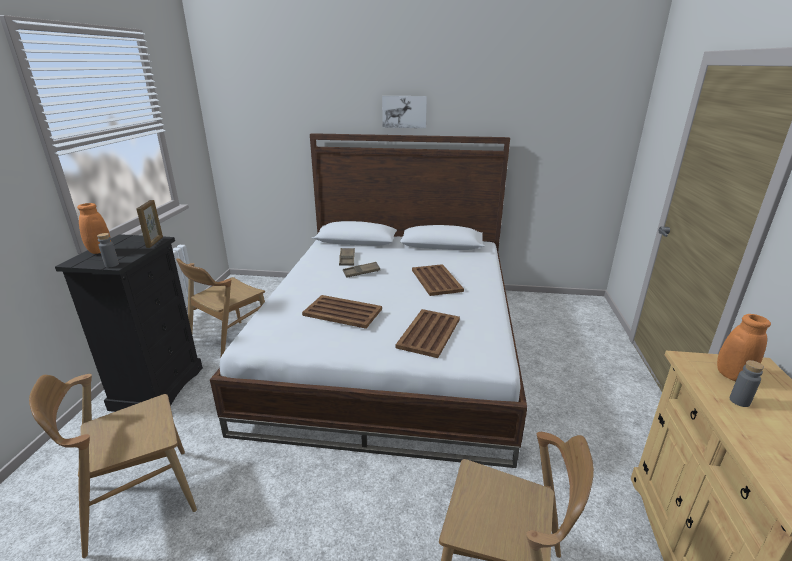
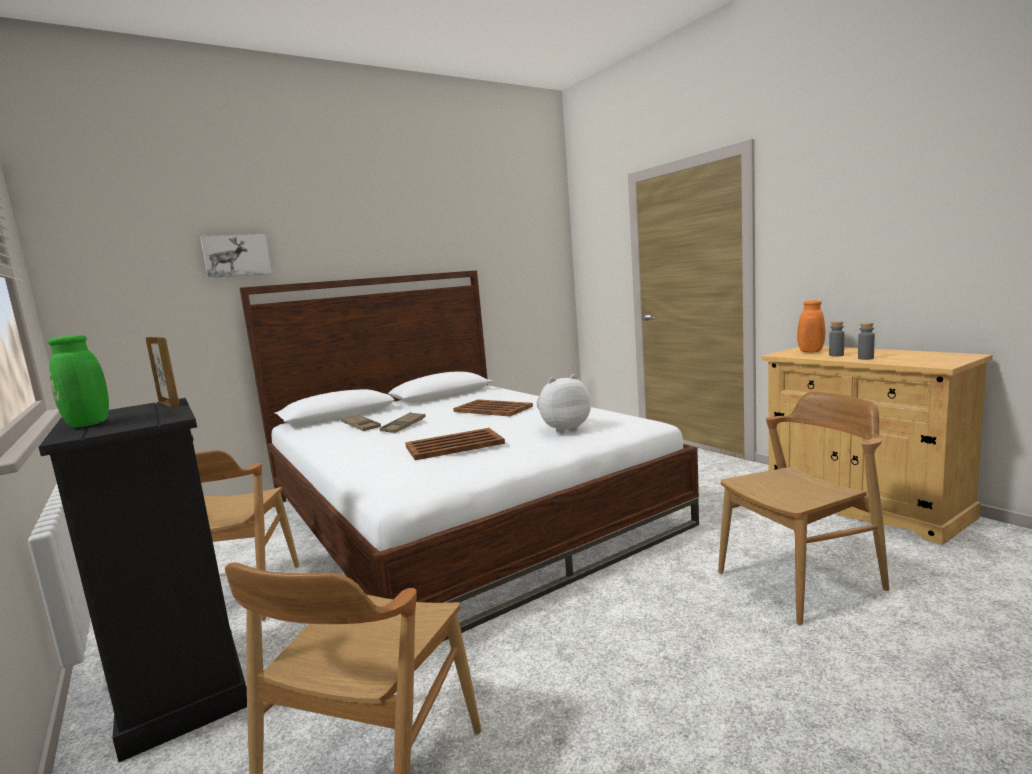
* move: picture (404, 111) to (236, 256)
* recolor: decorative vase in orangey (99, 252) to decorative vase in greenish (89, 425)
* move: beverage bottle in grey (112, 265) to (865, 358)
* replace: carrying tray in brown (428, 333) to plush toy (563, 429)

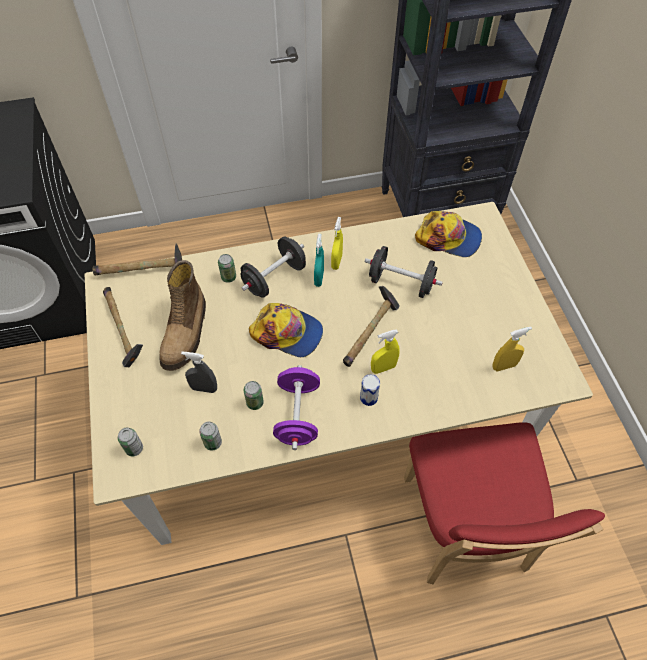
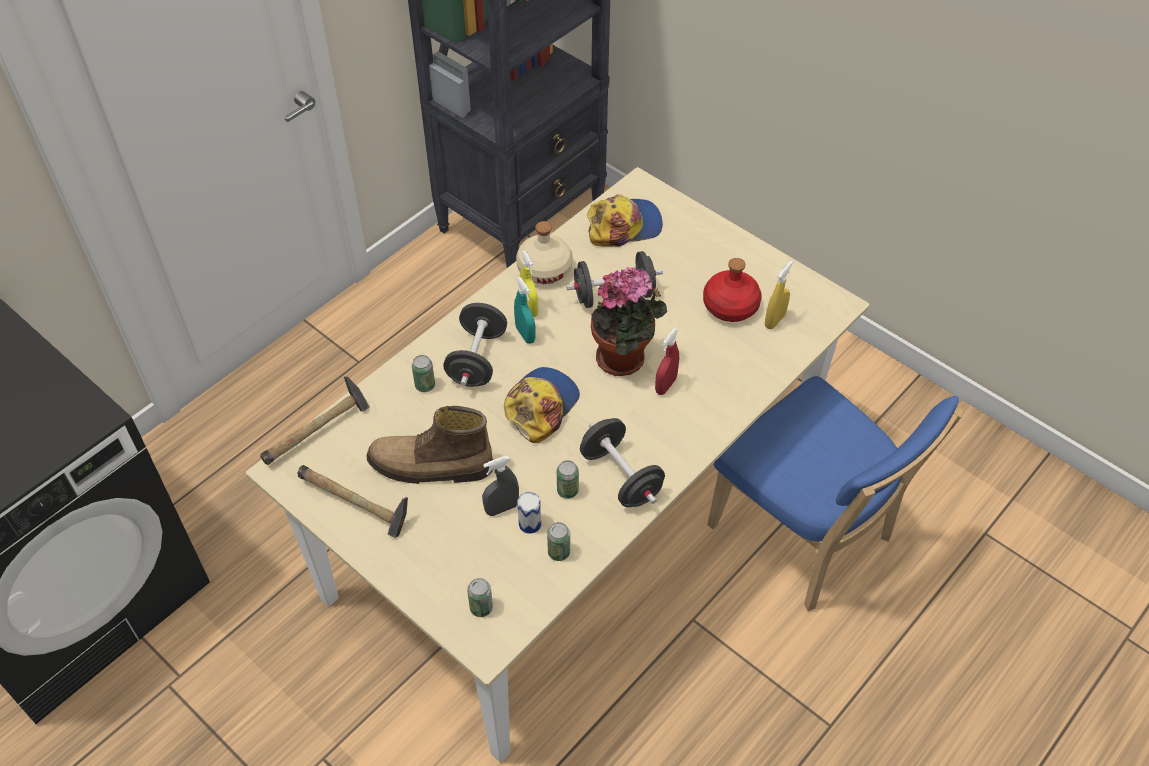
* rotate: tall boot (186, 333) = (430, 467) 120 degrees clockwise
* replace: hammer (370, 333) to houseplant (625, 359)
* rotate: cap (287, 333) = (541, 406) 45 degrees counterclockwise
* recolor: hand sprayer in yellow-coloured (383, 368) to hand sprayer in red (665, 385)
* recolor: free weight in purple-coloured (297, 415) to free weight in blackish (621, 477)
* move: metal can (369, 398) to (530, 524)
* recolor: chair in red (465, 530) to chair in bluish (806, 538)
* insert: beverage bottle in beige (544, 269)
* insert: beverage bottle in red (731, 305)

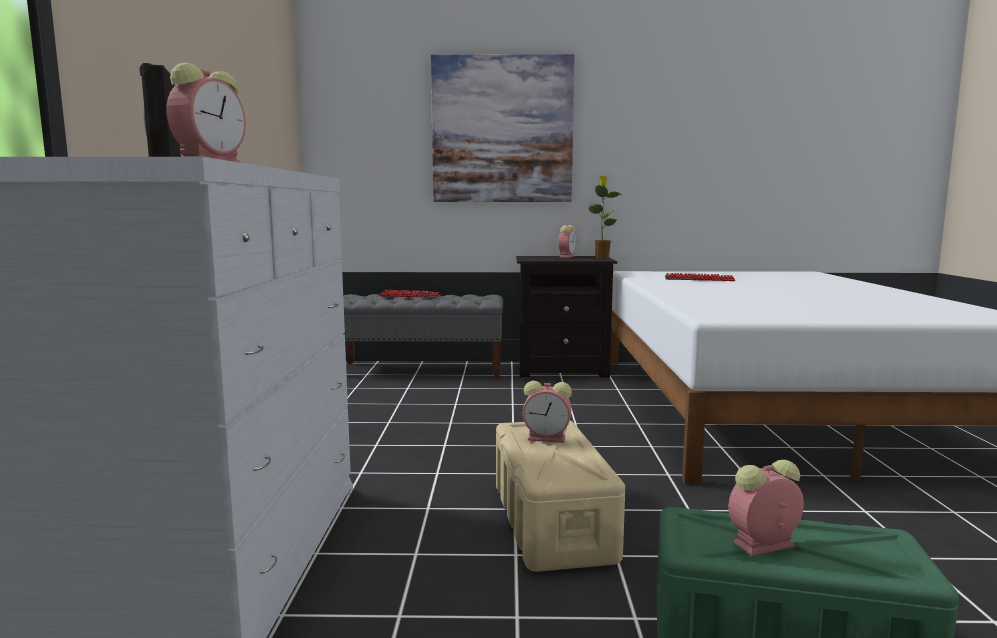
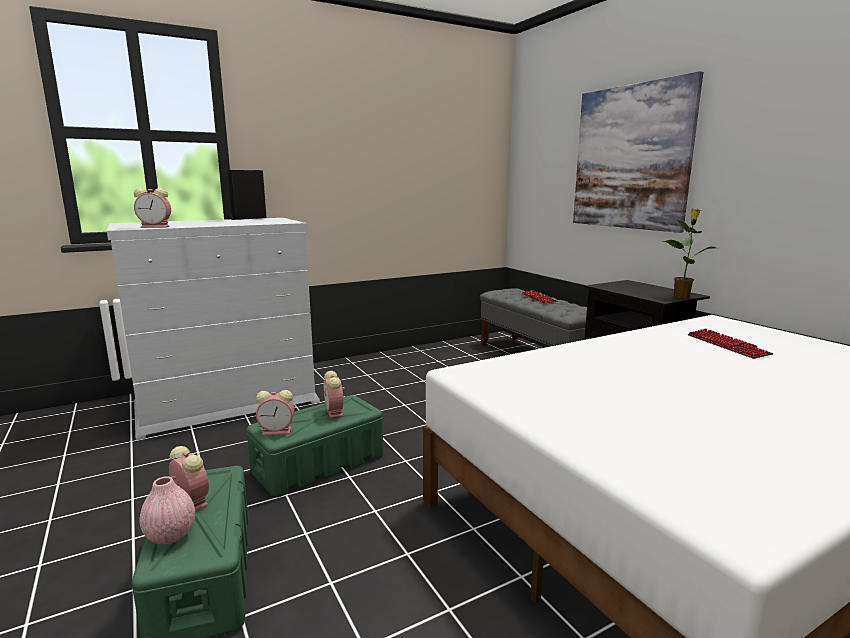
* move: alarm clock (567, 256) to (278, 431)
* recolor: storage bin in beige (552, 522) to storage bin in greenish (318, 464)
* insert: decorative vase in pink (170, 535)

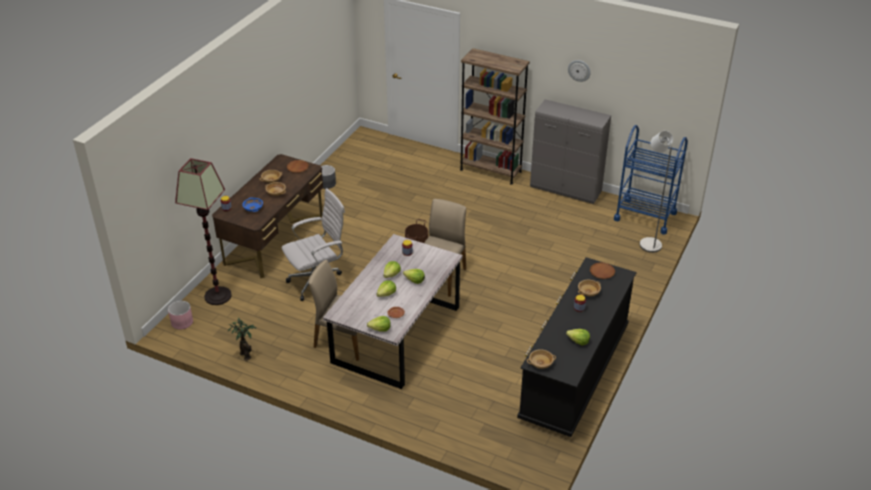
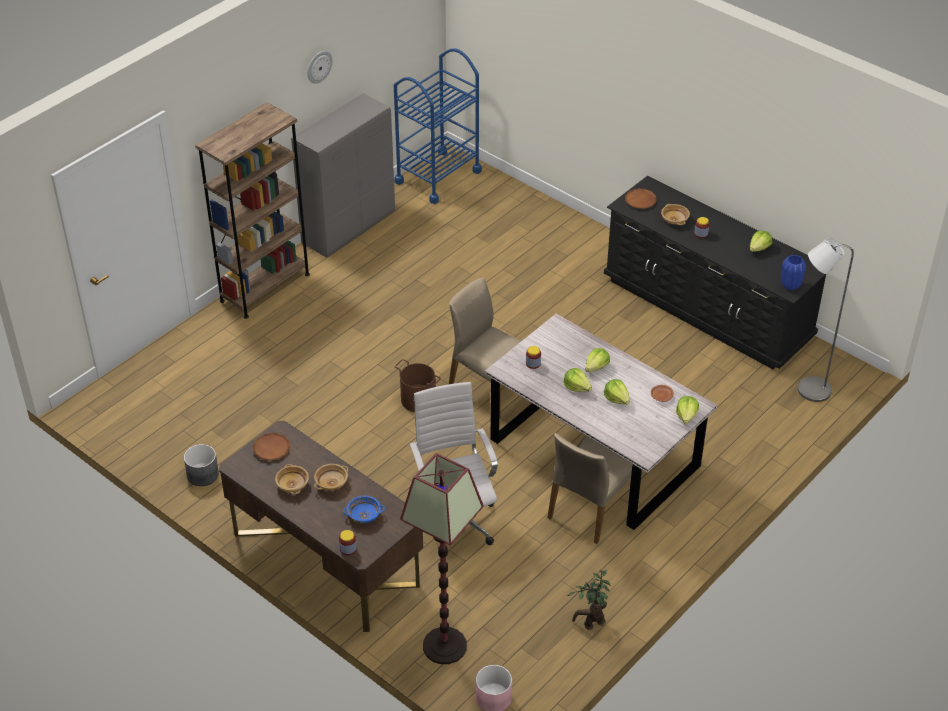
* move: floor lamp in grey (648, 242) to (807, 390)
* replace: serving bowl in beige (540, 363) to decorative vase in bluish (790, 285)

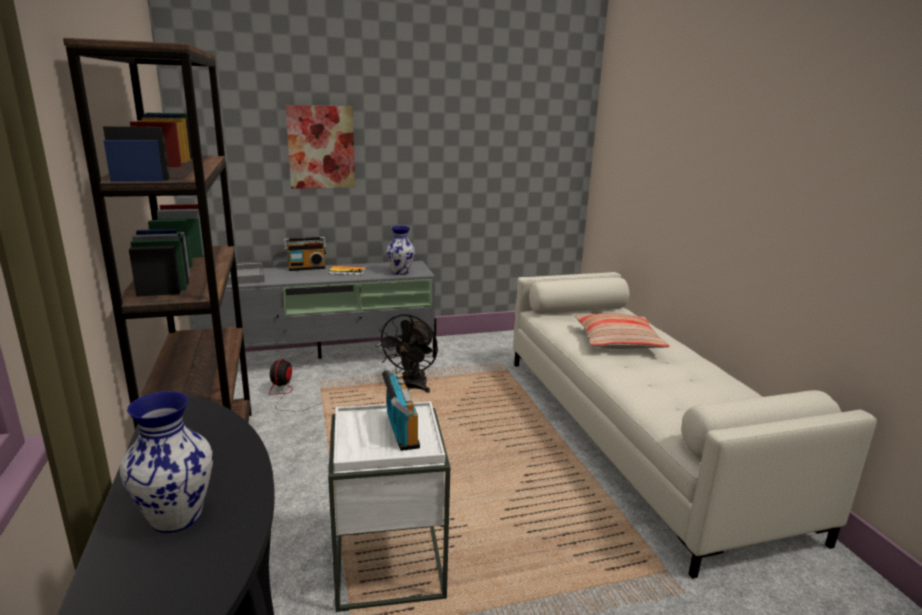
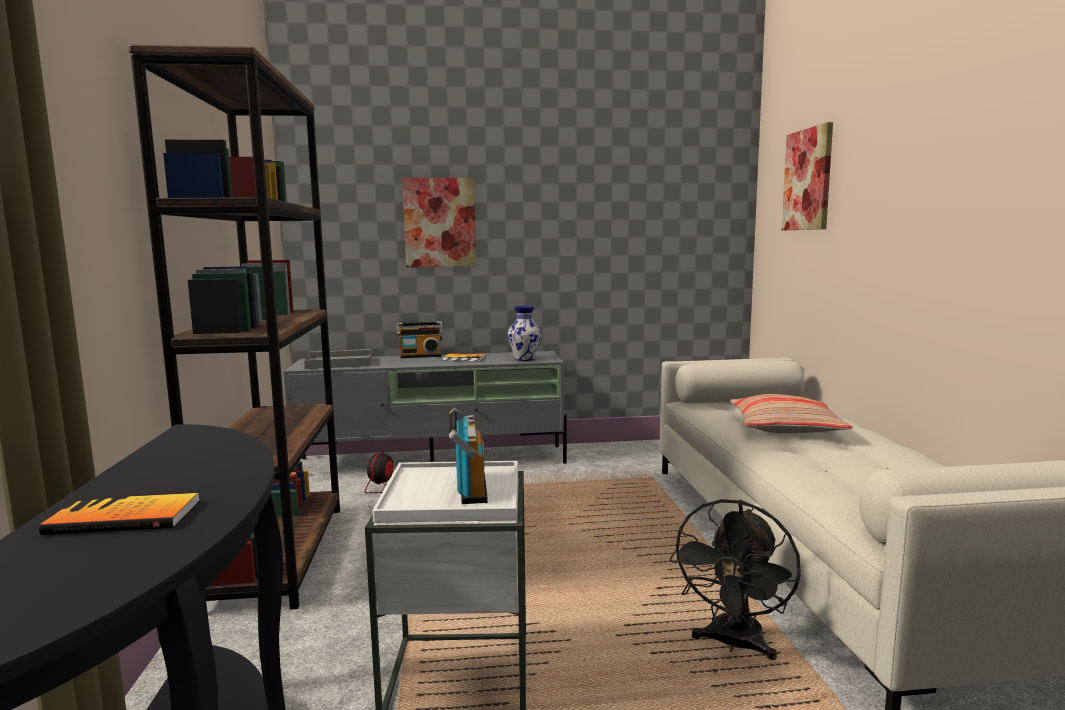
* move: fan in blackish (411, 387) to (734, 645)
* replace: decorative vase (175, 516) to bound book (125, 517)
* insert: picture (808, 180)

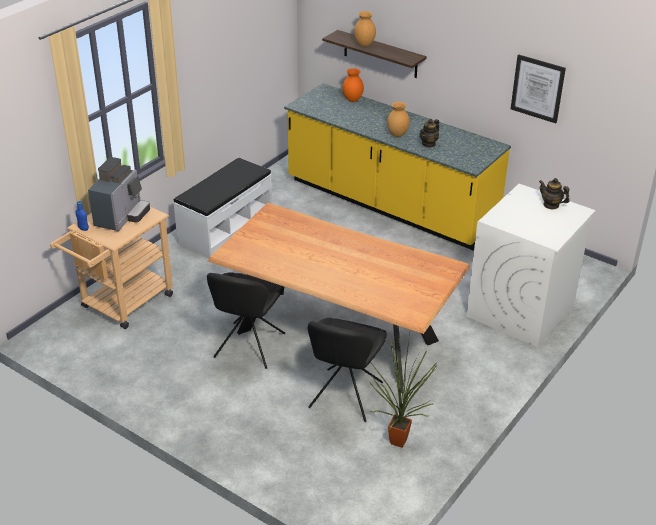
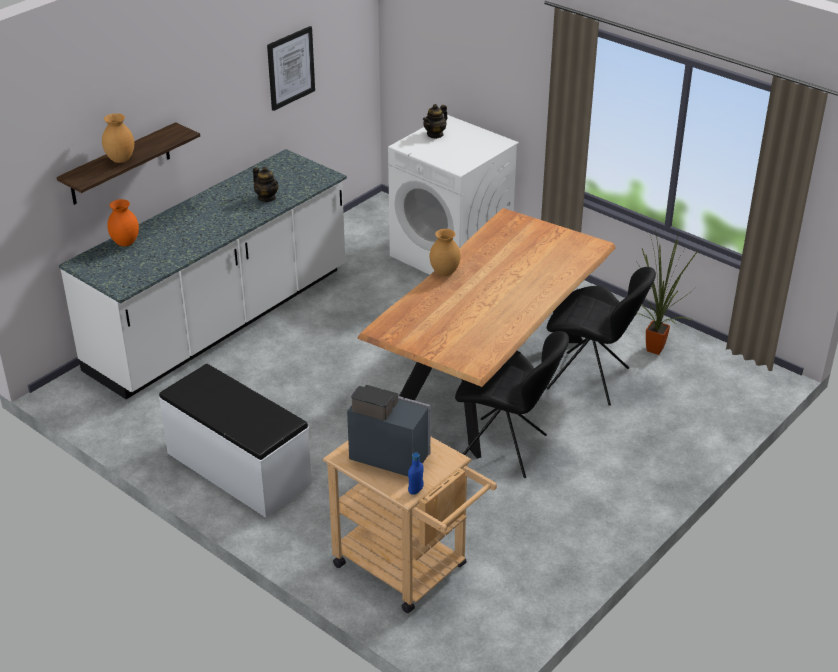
* recolor: kitchen counter in yellow-coloured (389, 205) to kitchen counter in white-coloured (221, 321)
* move: decorative vase in brown (397, 135) to (444, 273)

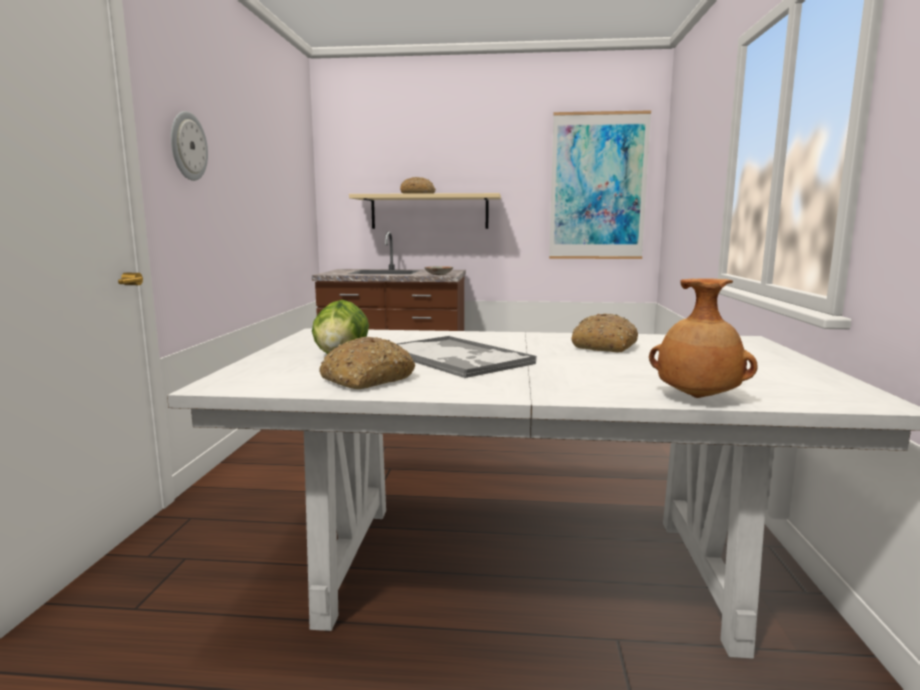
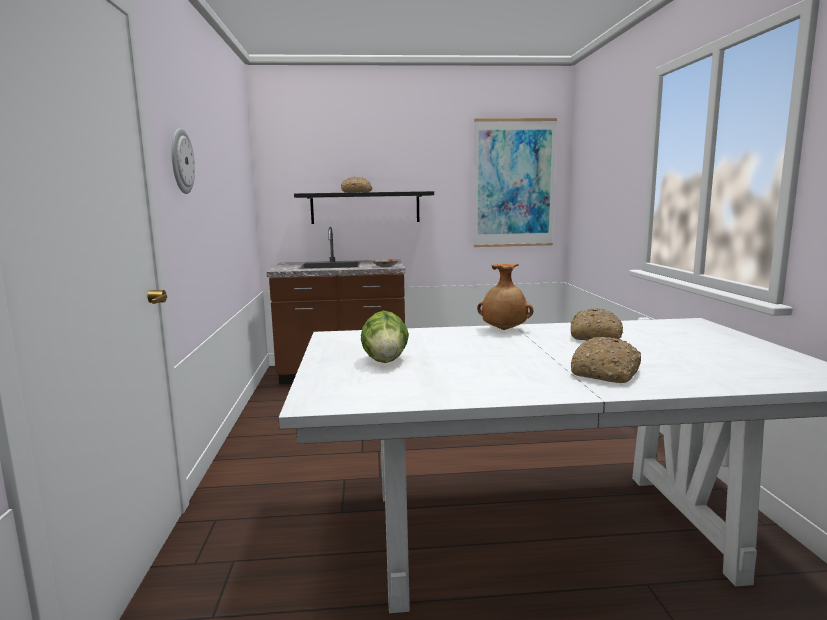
* recolor: wall shelf in beige (429, 212) to wall shelf in blackish (365, 208)
* move: decorative vase in brown (697, 398) to (504, 330)
* delete: carrying tray (457, 358)
* move: baked bread (367, 379) to (606, 373)

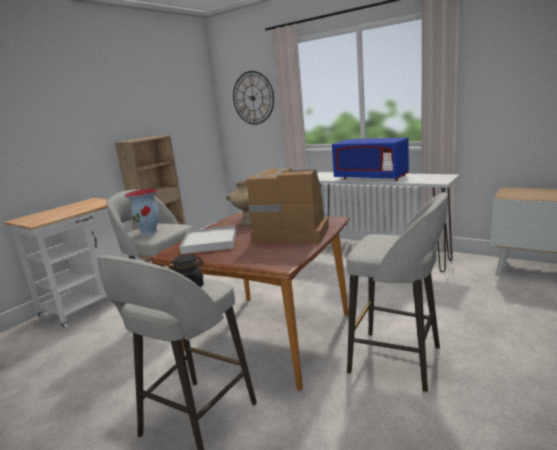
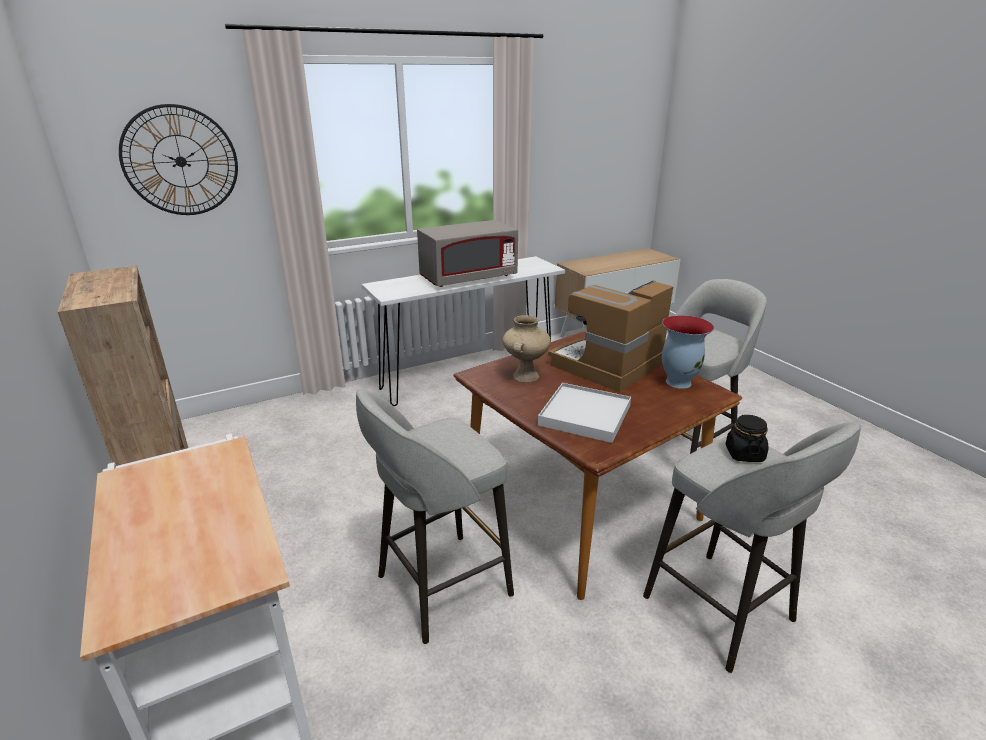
* recolor: kitchen microwave in bluish (371, 178) to kitchen microwave in grey (468, 278)
* move: decorative vase (149, 232) to (678, 382)

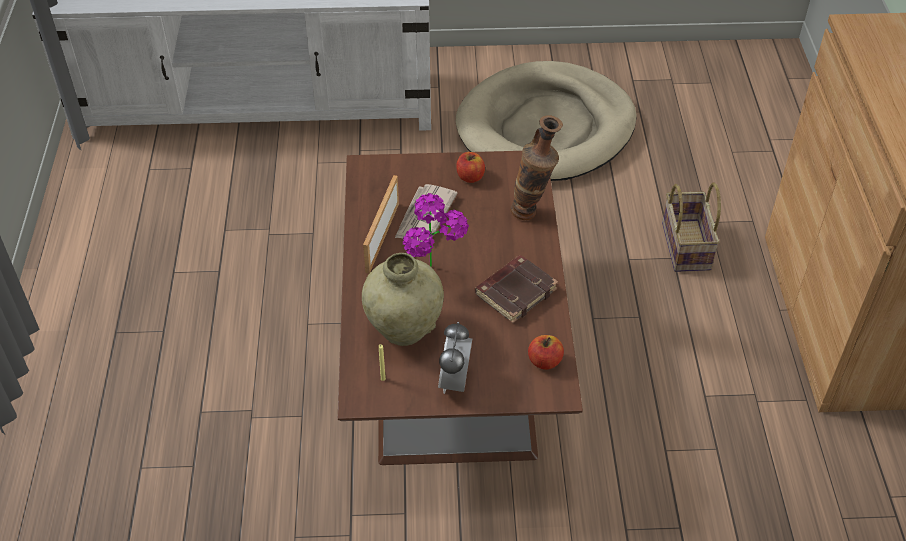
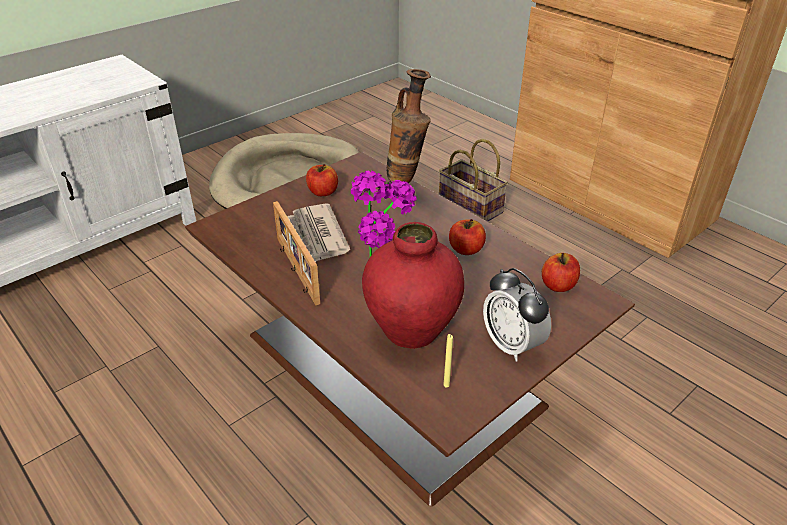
* recolor: decorative vase in beige (404, 330) to decorative vase in red (411, 331)
* replace: bound book in brown (515, 291) to apple fruit (466, 249)

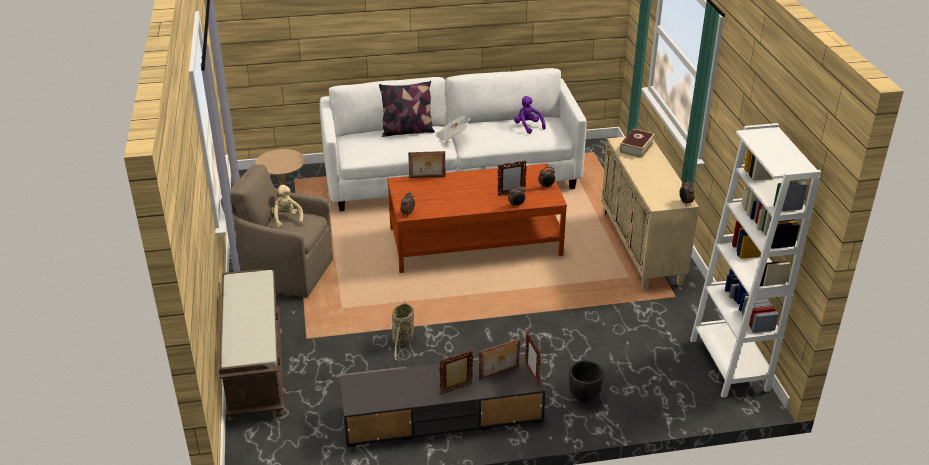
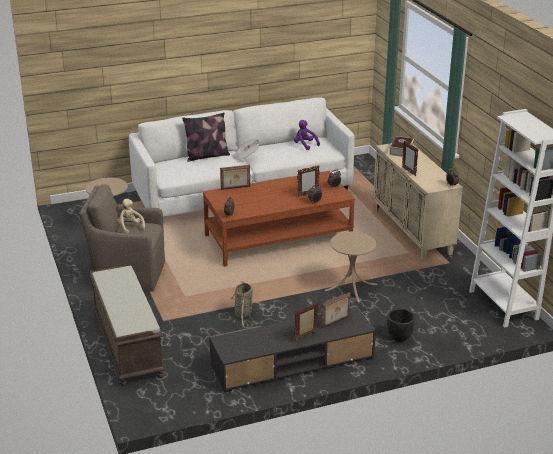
* move: standing frame (531, 375) to (409, 171)
* insert: side table in beige (351, 287)

